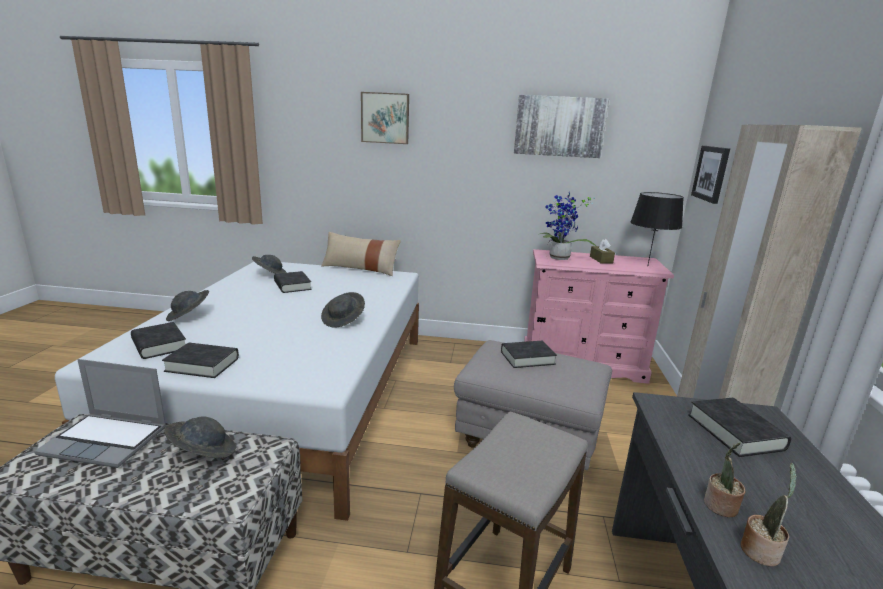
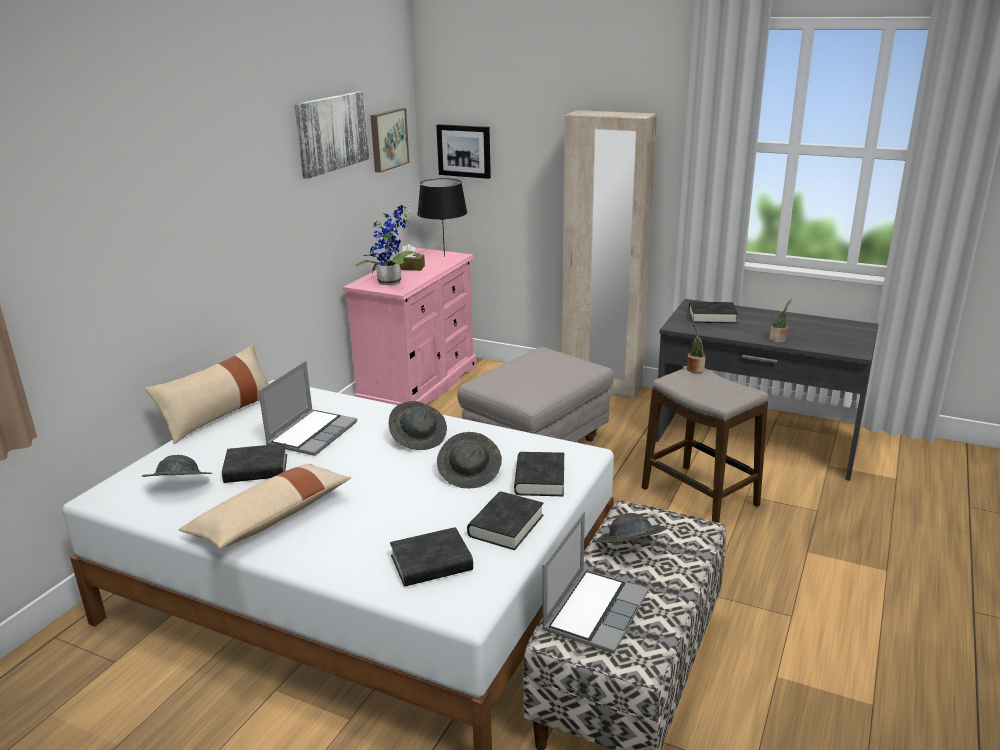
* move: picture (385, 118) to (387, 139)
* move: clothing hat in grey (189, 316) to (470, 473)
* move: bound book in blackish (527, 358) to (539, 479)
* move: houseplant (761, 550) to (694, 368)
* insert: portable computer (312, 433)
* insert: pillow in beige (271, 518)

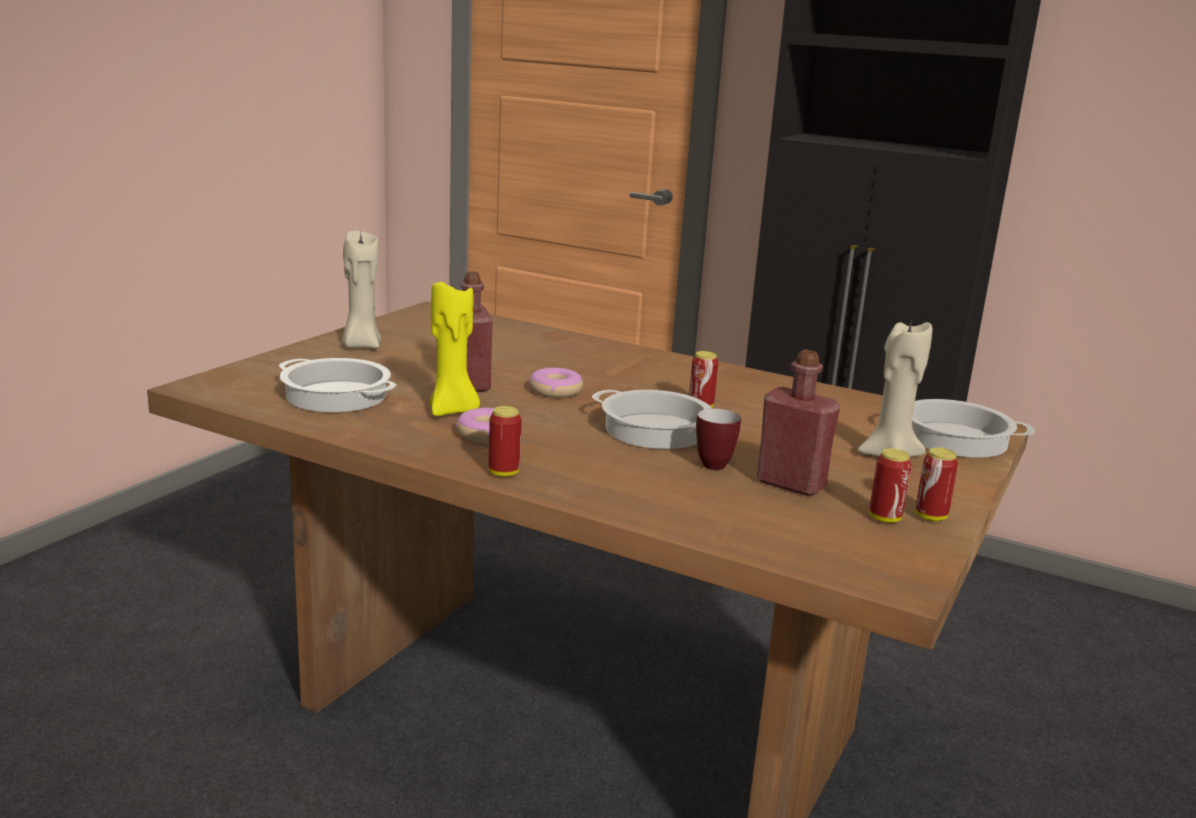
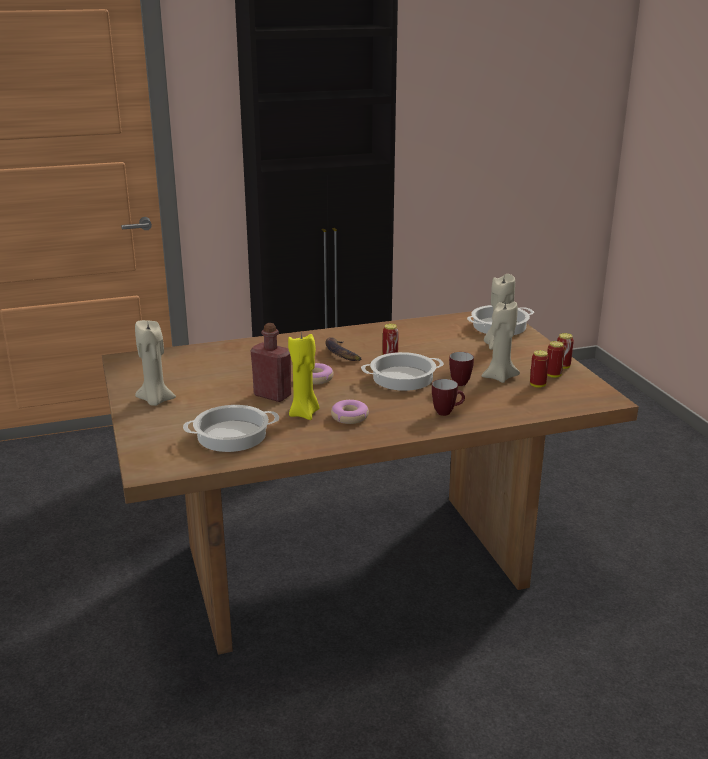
* replace: beverage bottle in red (791, 484) to wax light in beige (499, 377)
* move: metal can (504, 473) to (537, 385)
* insert: banana fruit (341, 353)
* insert: tea mug (447, 412)

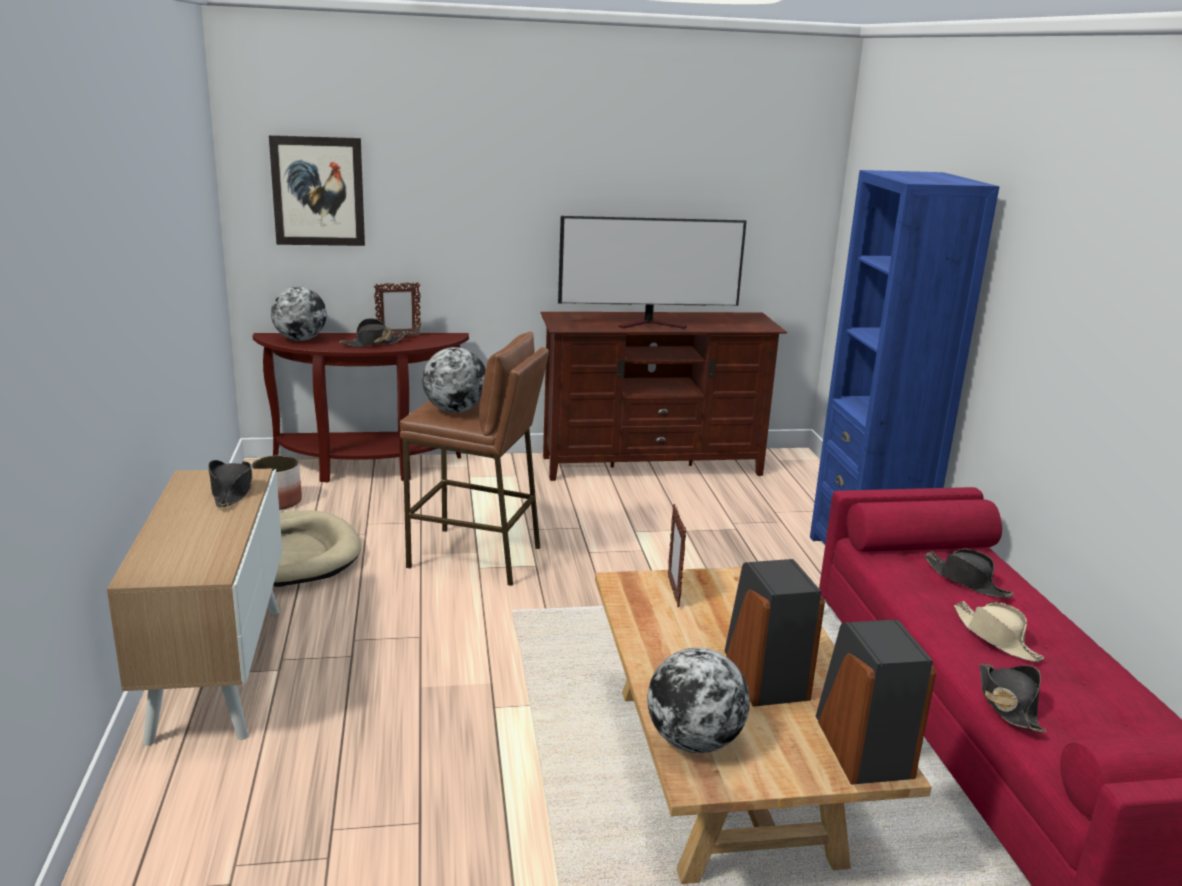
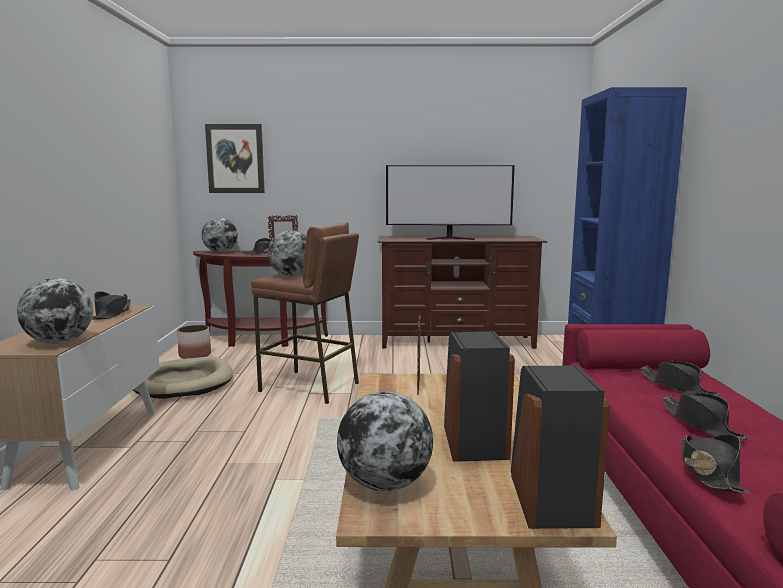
* recolor: clothing hat in beige (996, 638) to clothing hat in blackish (701, 424)
* insert: desk globe (59, 342)

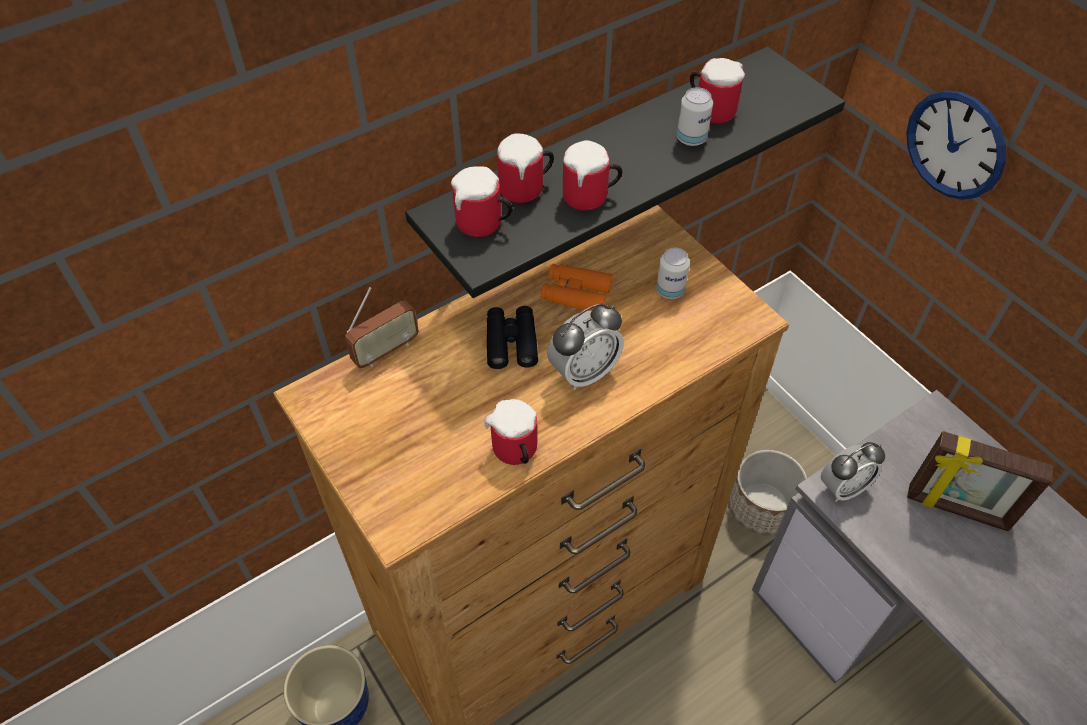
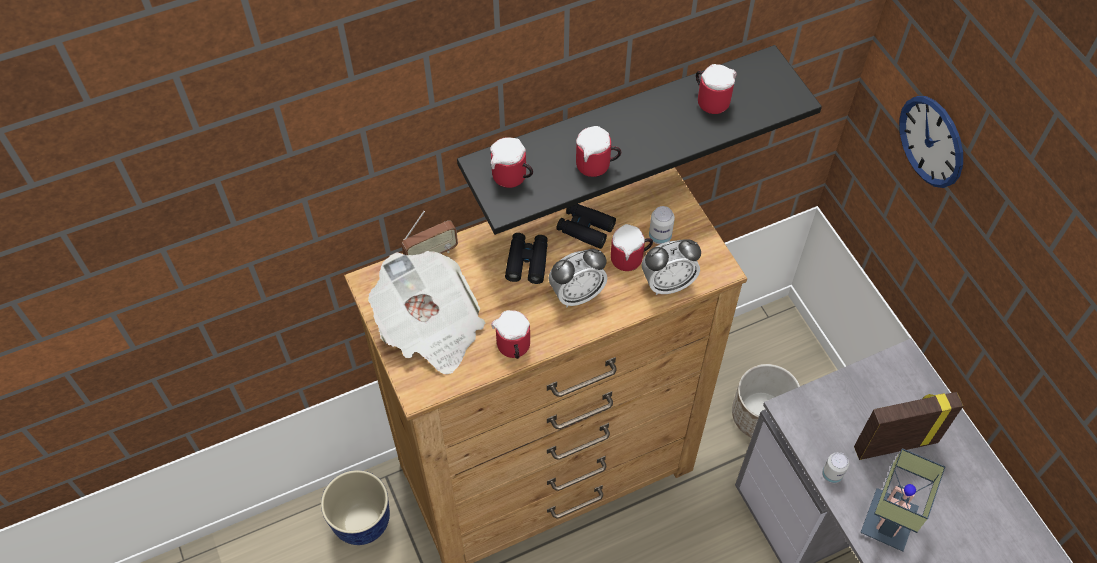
* move: metal can (691, 139) to (832, 474)
* move: tea mug (527, 188) to (631, 259)
* recolor: binoculars in orangey (576, 294) to binoculars in blackish (585, 228)
* rotate: standing frame (957, 509) = (895, 443) 135 degrees clockwise
* move: alarm clock (843, 488) to (668, 283)
* insert: printed paper (430, 327)
* insert: tabletop lamp (886, 518)

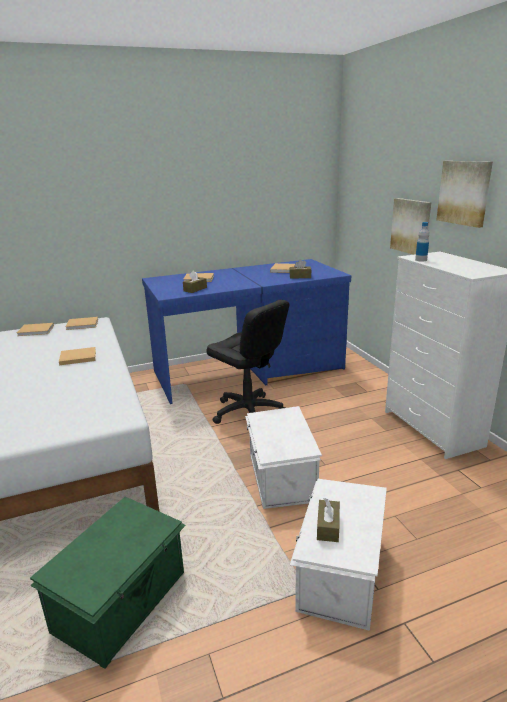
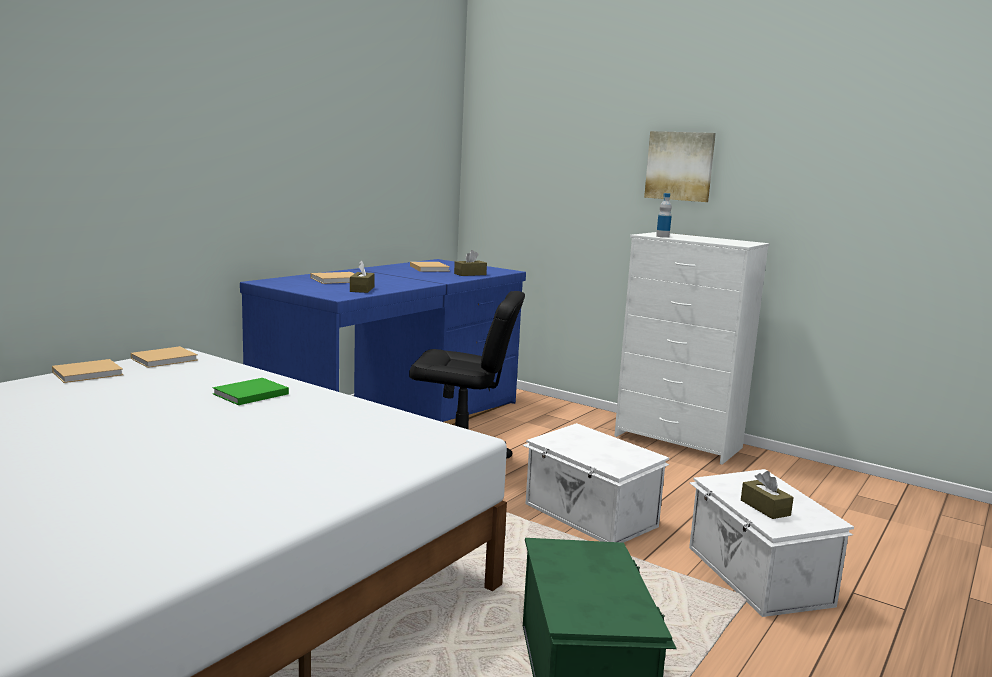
* delete: picture (411, 226)
* recolor: bound book in beige (77, 357) to bound book in greenish (249, 394)

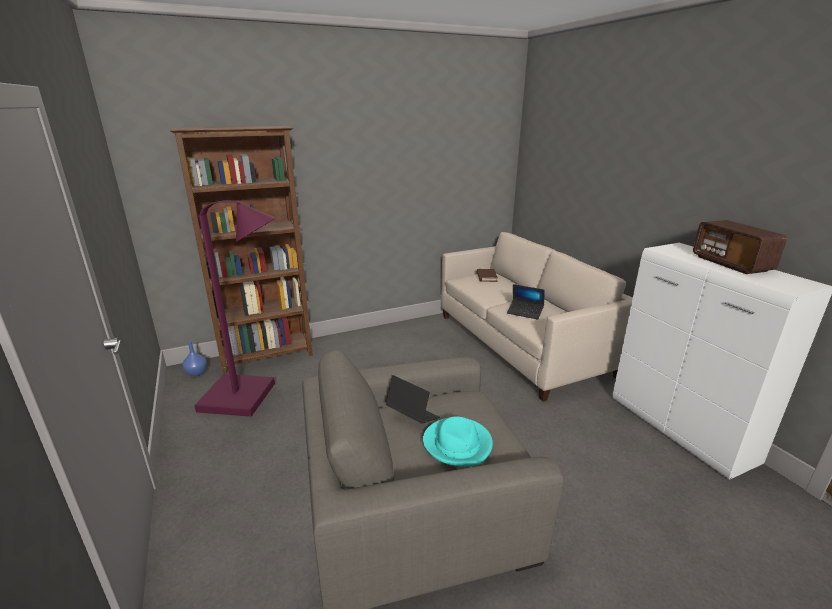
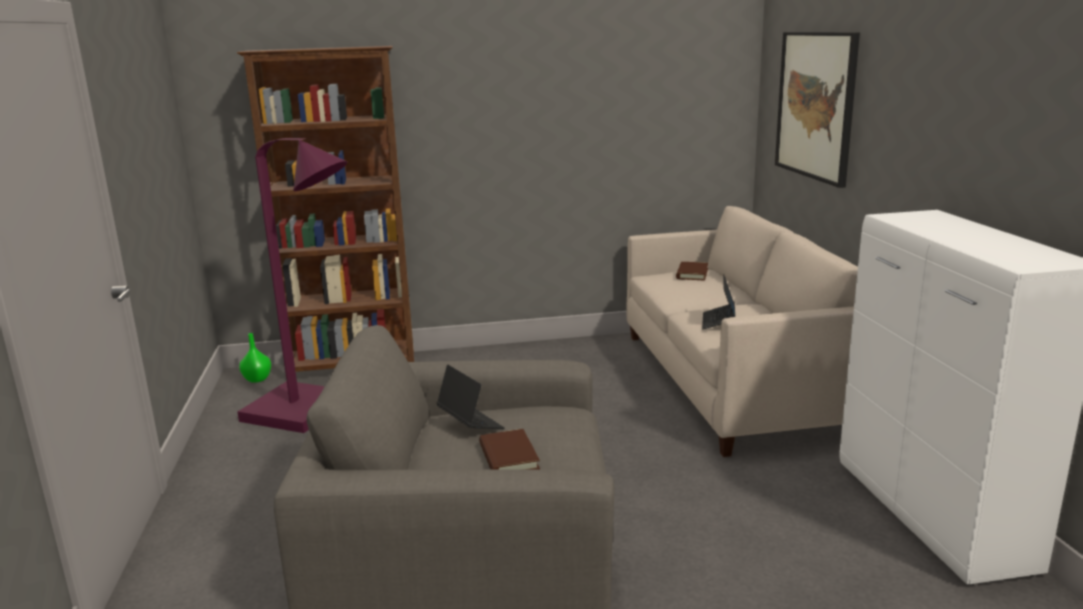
* delete: radio (731, 264)
* rotate: portable computer (525, 312) = (718, 321) 60 degrees clockwise
* recolor: decorative vase in bluish (197, 372) to decorative vase in greenish (257, 379)
* replace: clothing hat in turquoise (458, 444) to bound book in brown (508, 457)
* insert: picture (816, 105)

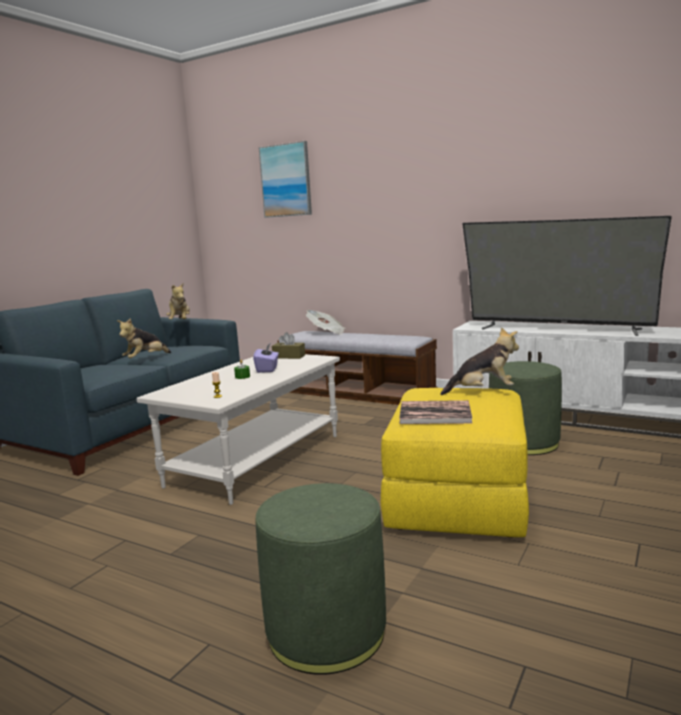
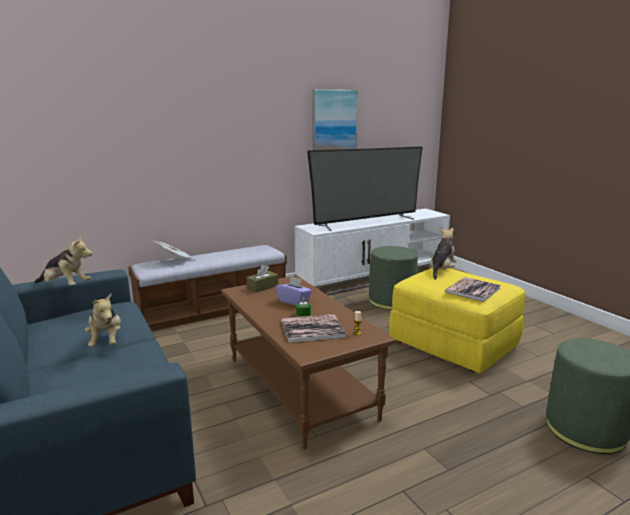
* move: picture (286, 180) to (334, 122)
* recolor: lounge table in white-coloured (255, 459) to lounge table in brown (298, 388)
* insert: bound book (312, 329)

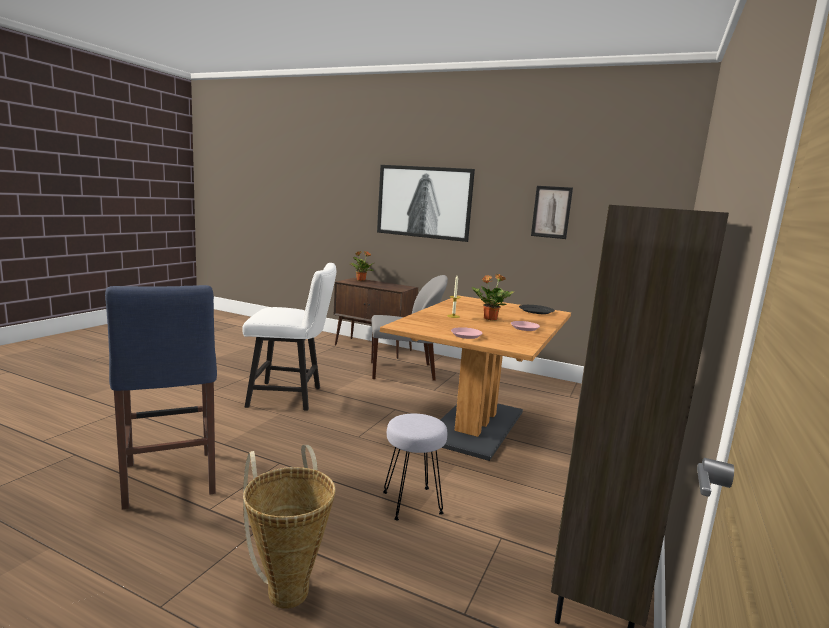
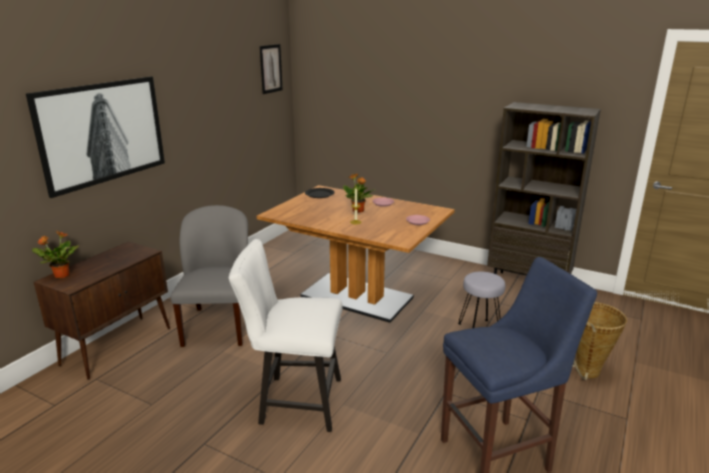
* move: picture (551, 212) to (271, 68)
* rotate: chair in white-coloured (291, 397) = (294, 401) 90 degrees counterclockwise

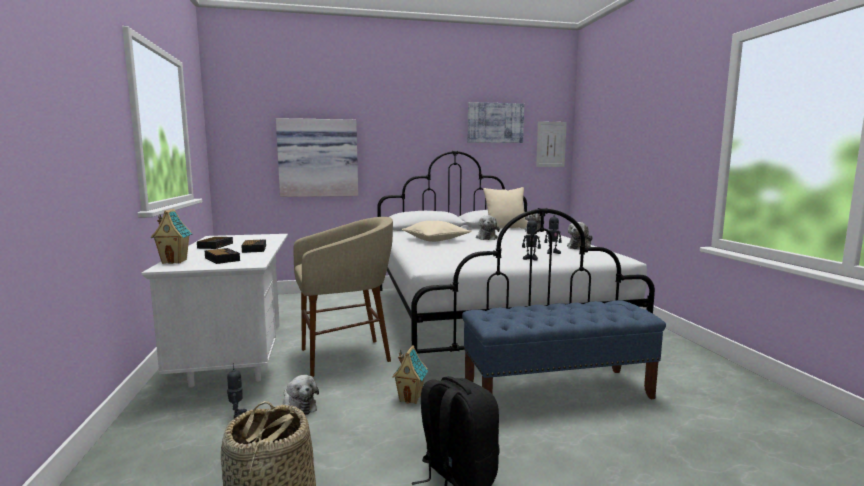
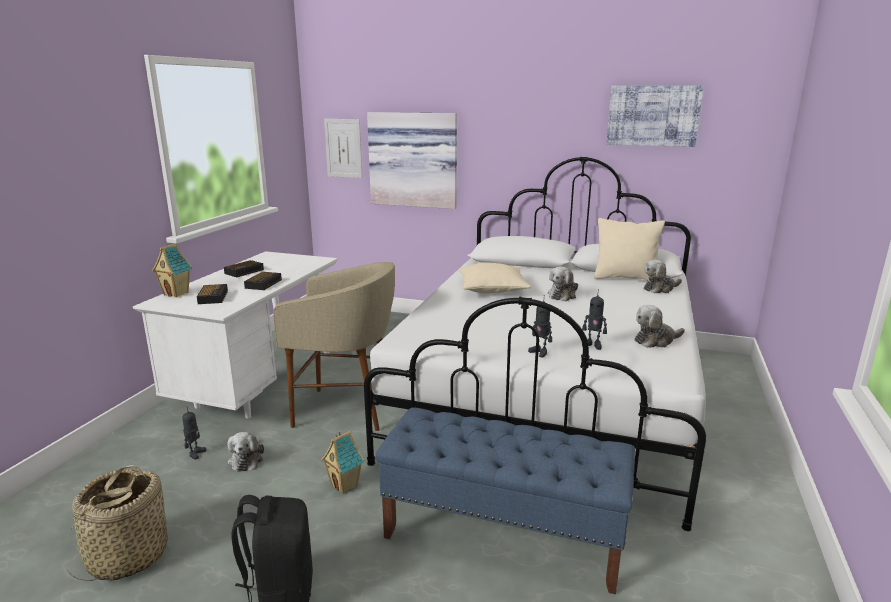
* move: picture (551, 144) to (343, 148)

